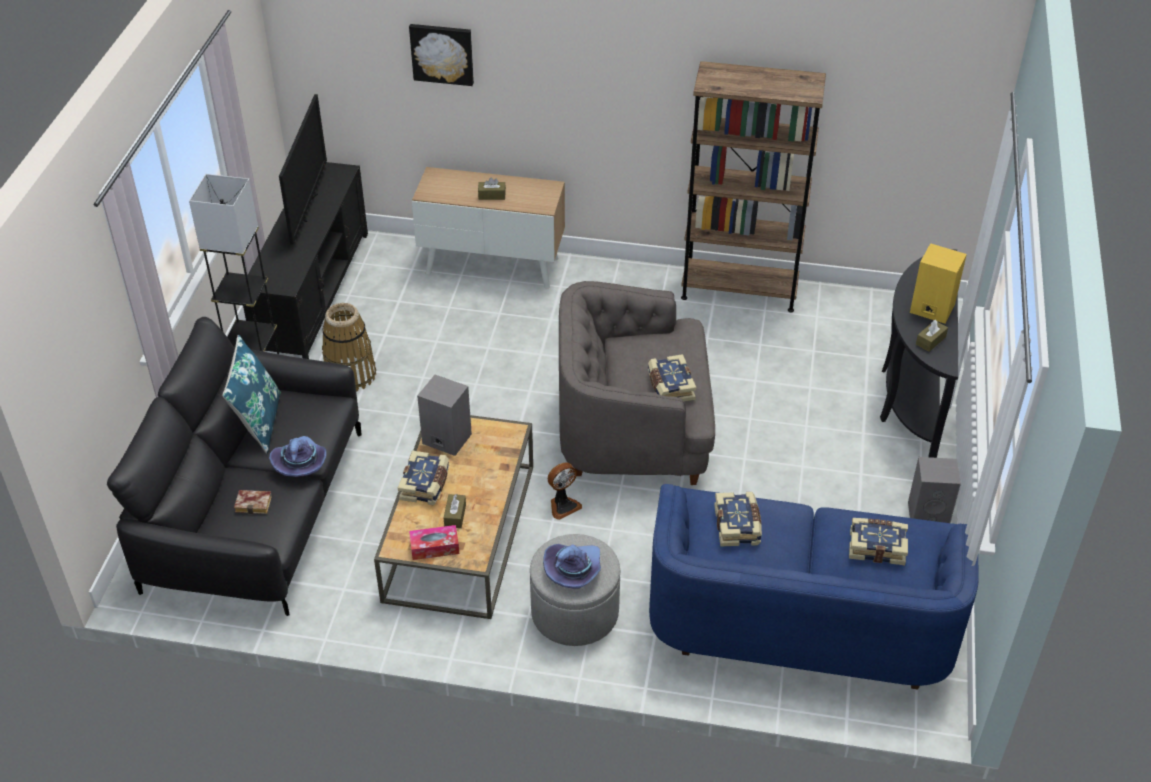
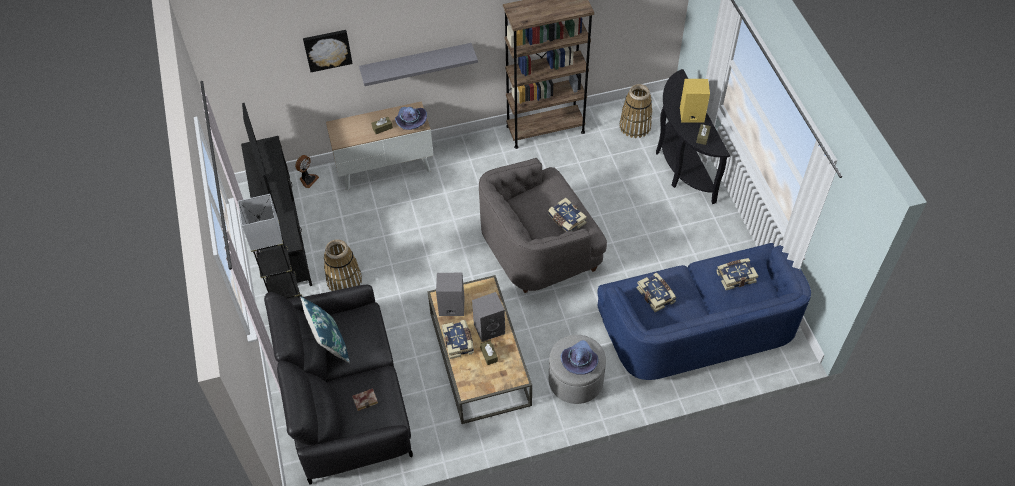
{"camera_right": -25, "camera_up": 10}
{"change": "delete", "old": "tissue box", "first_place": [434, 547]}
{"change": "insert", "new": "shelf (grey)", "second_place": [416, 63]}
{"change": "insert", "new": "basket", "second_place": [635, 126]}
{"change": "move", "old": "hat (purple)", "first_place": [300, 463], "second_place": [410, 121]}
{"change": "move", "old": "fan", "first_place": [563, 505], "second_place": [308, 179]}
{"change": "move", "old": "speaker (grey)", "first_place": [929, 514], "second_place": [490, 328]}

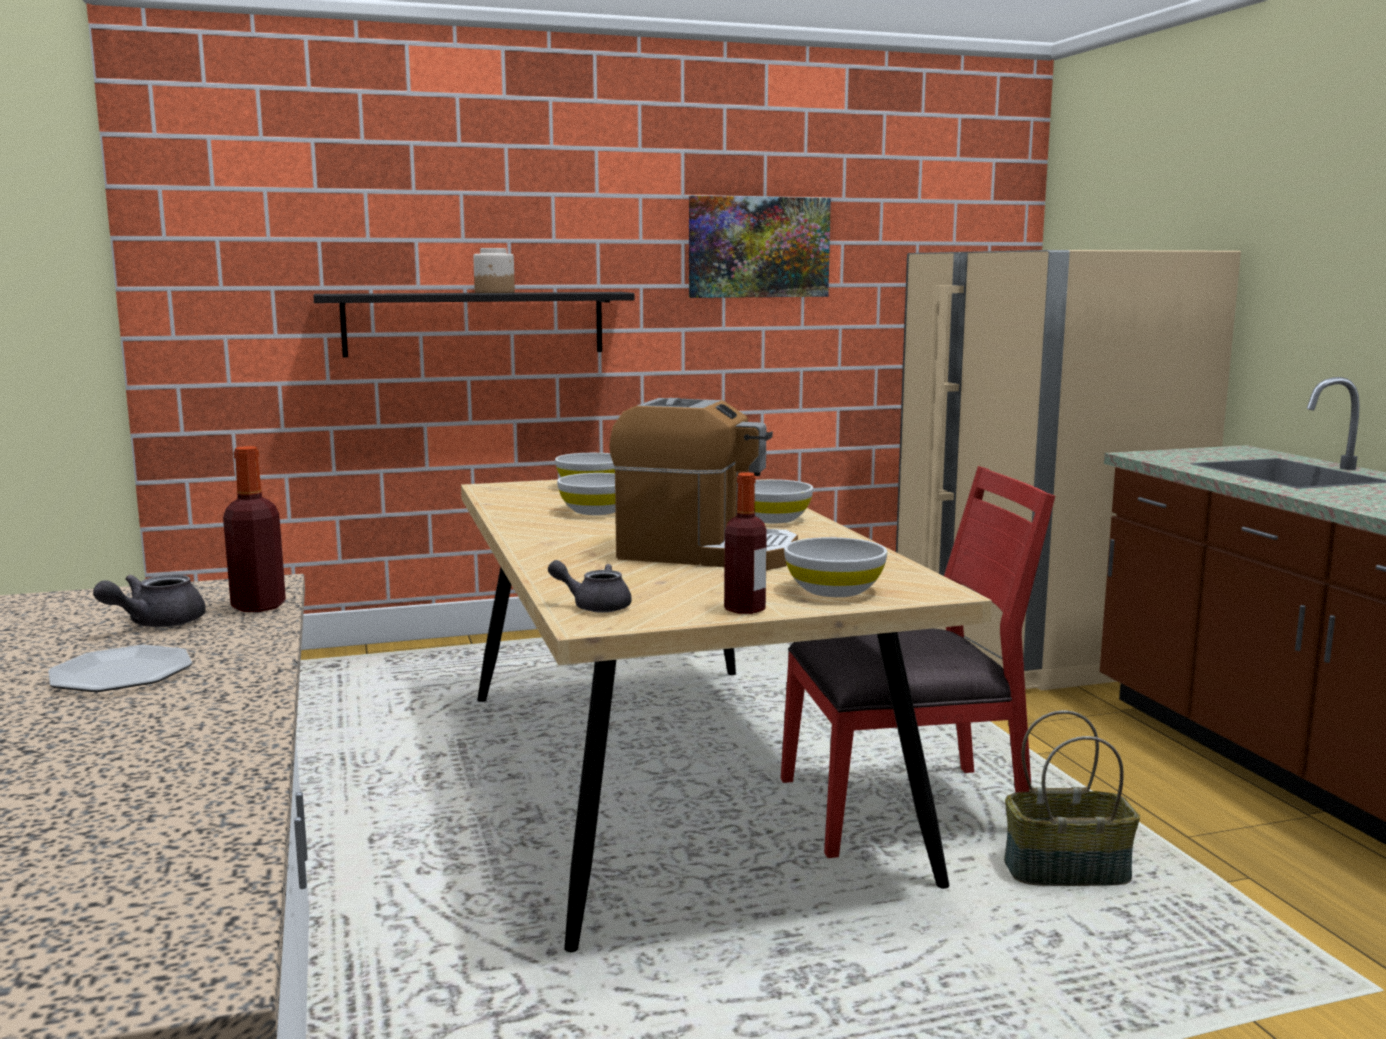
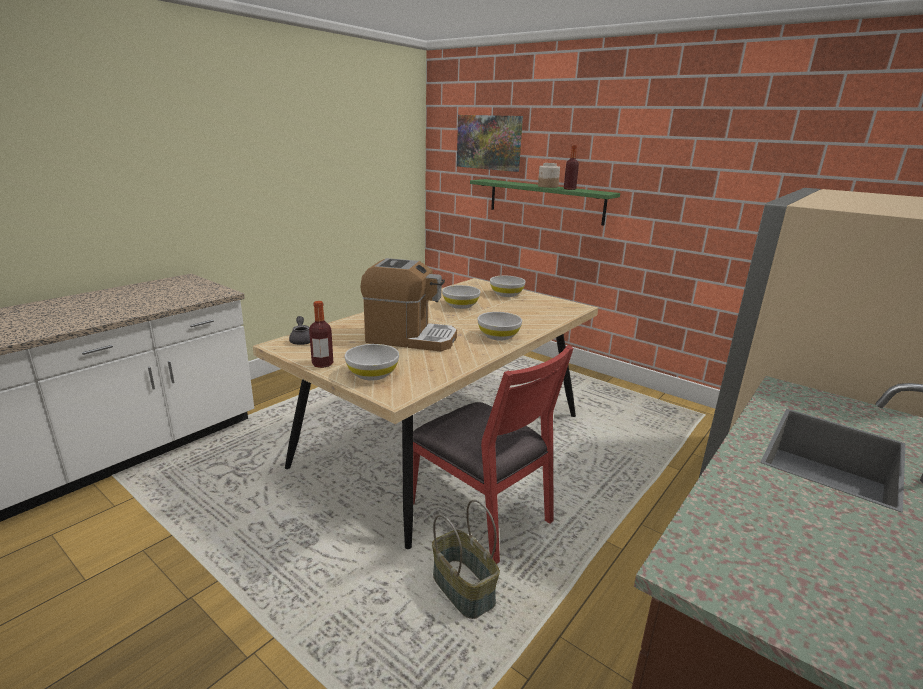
{"camera_right": 55, "camera_up": 10}
{"change": "delete", "old": "plate", "first_place": [123, 674]}
{"change": "delete", "old": "teapot (grey)", "first_place": [156, 623]}
{"change": "move", "old": "bottle", "first_place": [258, 606], "second_place": [569, 189]}
{"change": "move", "old": "picture", "first_place": [758, 247], "second_place": [489, 142]}
{"change": "recolor", "old": "shelf (black)", "new": "shelf (green)", "first_place": [475, 323], "second_place": [545, 201]}
{"change": "rotate", "old": "coffee machine", "first_place": [705, 553], "second_place": [410, 338], "degrees": -60}

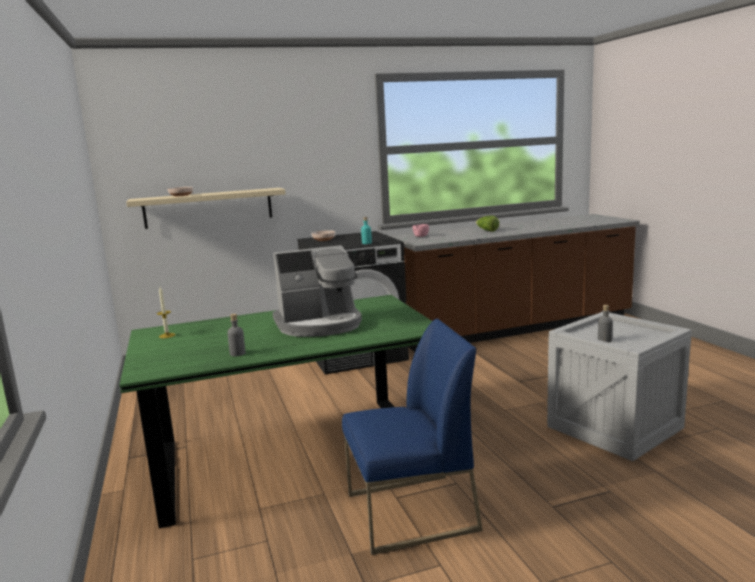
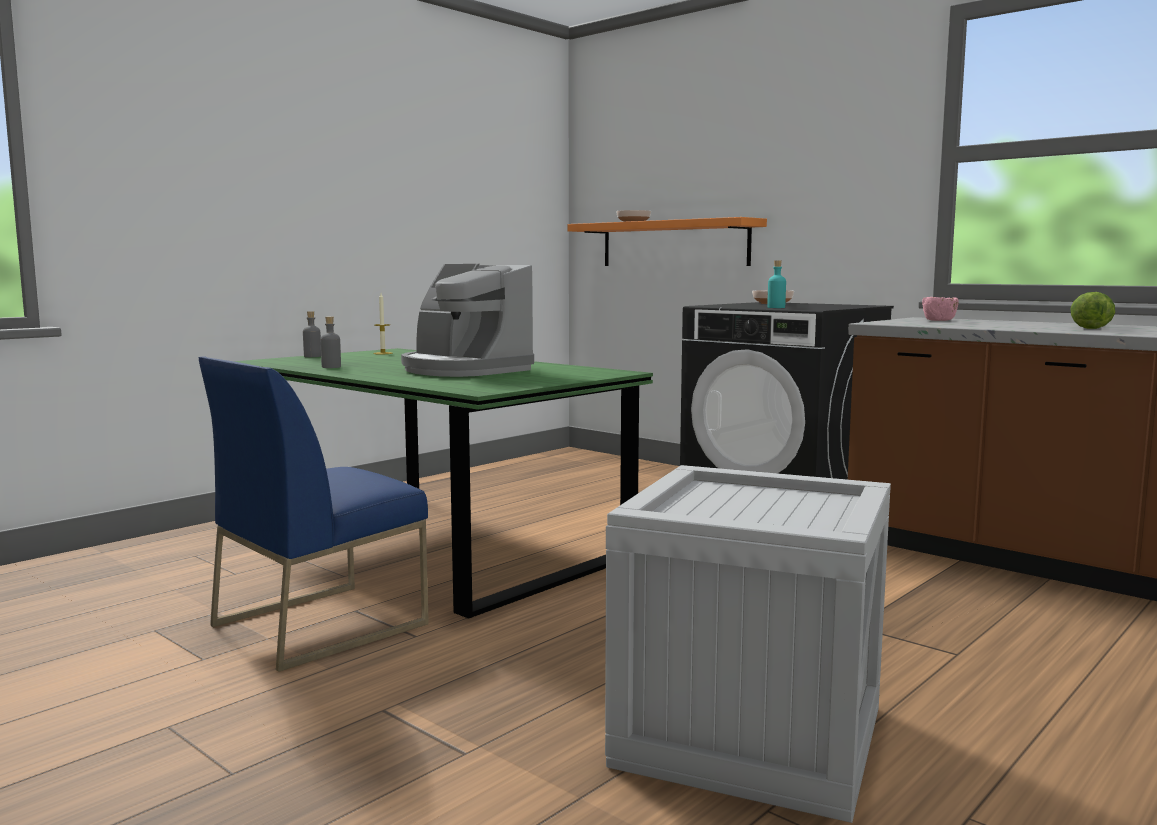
{"camera_right": 60, "camera_up": -5}
{"change": "move", "old": "bottle (grey)", "first_place": [604, 340], "second_place": [312, 356]}
{"change": "recolor", "old": "shelf (beige)", "new": "shelf (orange)", "first_place": [208, 208], "second_place": [674, 244]}
{"change": "rotate", "old": "chair (blue)", "first_place": [410, 512], "second_place": [320, 624], "degrees": 90}

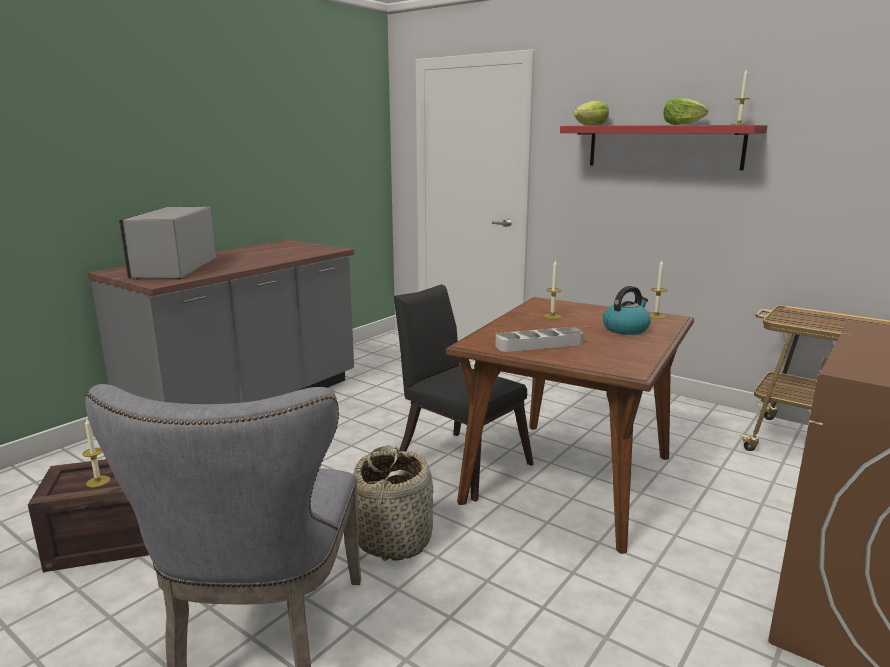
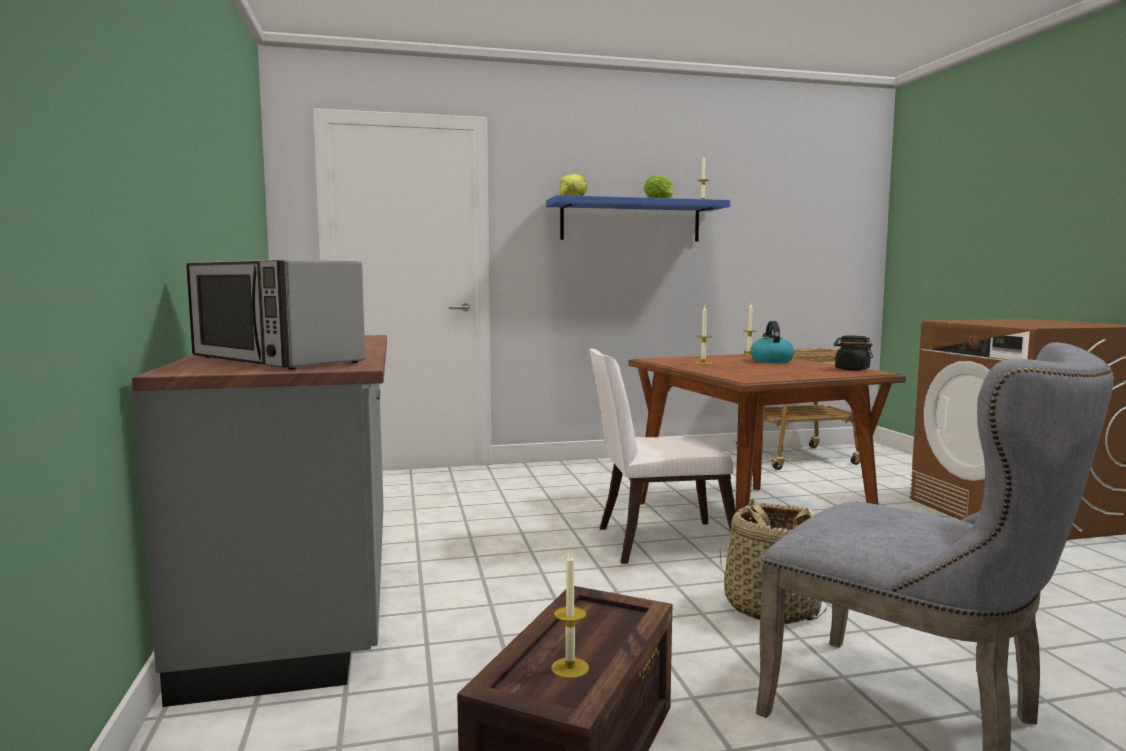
{"camera_right": -50, "camera_up": -10}
{"change": "delete", "old": "tray (grey)", "first_place": [539, 344]}
{"change": "insert", "new": "jar (black)", "second_place": [852, 369]}
{"change": "recolor", "old": "chair (black)", "new": "chair (white)", "first_place": [458, 460], "second_place": [656, 542]}
{"change": "recolor", "old": "shelf (red)", "new": "shelf (blue)", "first_place": [663, 146], "second_place": [630, 221]}

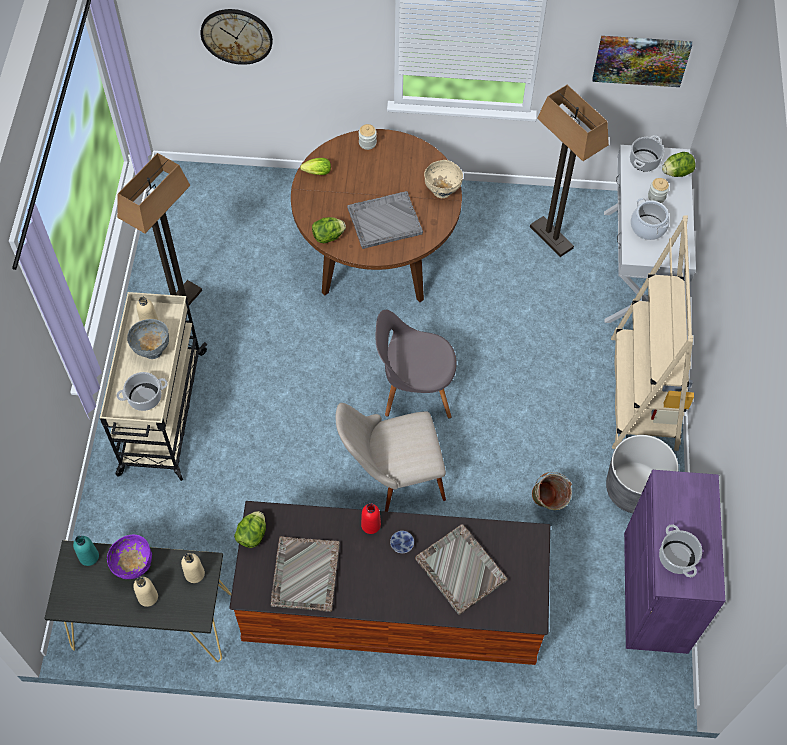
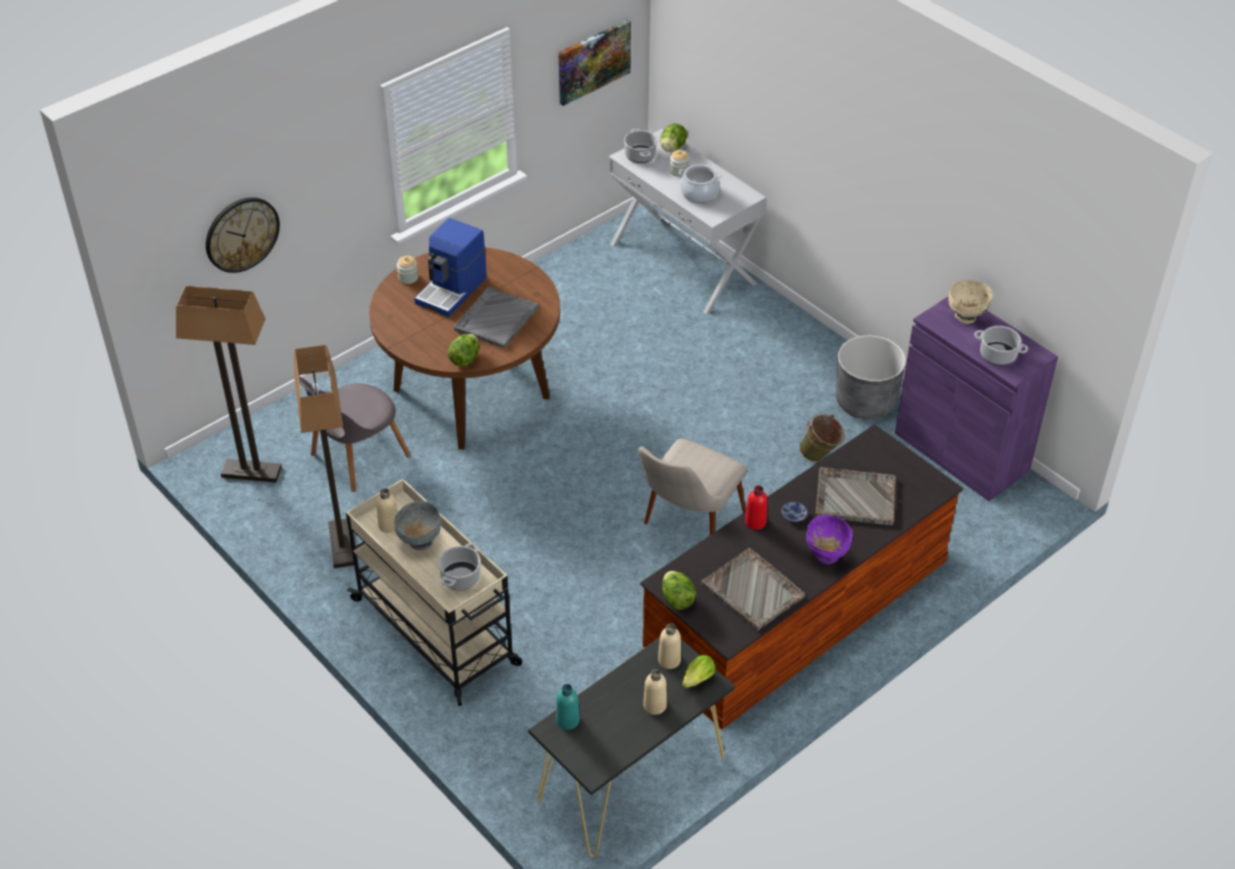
{"camera_right": -45, "camera_up": -15}
{"change": "delete", "old": "bookcase (beige)", "first_place": [643, 393]}
{"change": "insert", "new": "coffee machine", "second_place": [452, 290]}
{"change": "move", "old": "bowl (purple)", "first_place": [134, 566], "second_place": [826, 555]}
{"change": "move", "old": "lettuce", "first_place": [315, 173], "second_place": [696, 681]}
{"change": "move", "old": "chair (grey)", "first_place": [414, 389], "second_place": [356, 457]}
{"change": "move", "old": "bowl (beige)", "first_place": [442, 191], "second_place": [966, 317]}
{"change": "move", "old": "floor lamp", "first_place": [551, 237], "second_place": [252, 472]}

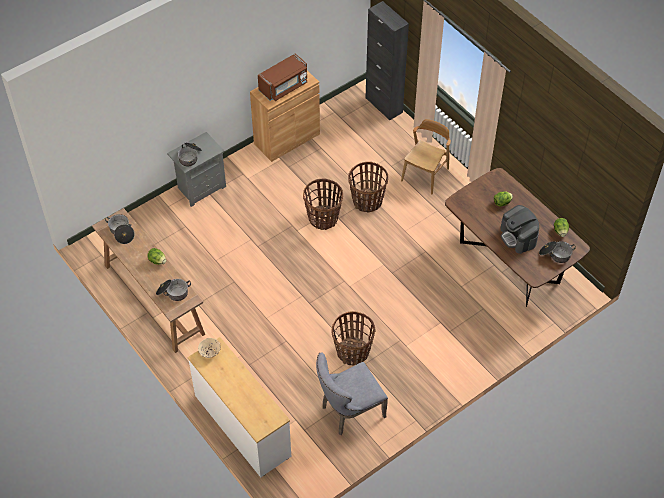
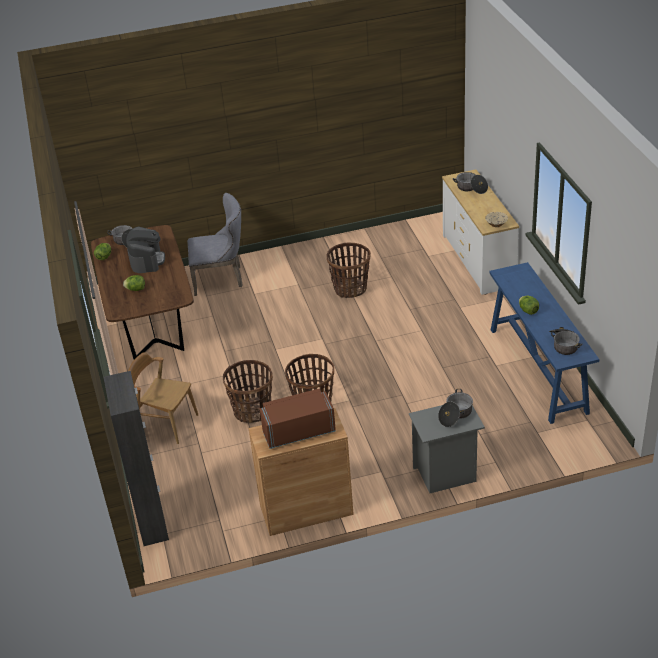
{"camera_right": -155, "camera_up": -15}
{"change": "move", "old": "cooking pot", "first_place": [173, 293], "second_place": [471, 188]}
{"change": "move", "old": "chair (grey)", "first_place": [349, 412], "second_place": [221, 279]}
{"change": "recolor", "old": "console table (brown)", "new": "console table (blue)", "first_place": [153, 299], "second_place": [538, 370]}
{"change": "rotate", "old": "chair (brown)", "first_place": [425, 175], "second_place": [167, 424], "degrees": 60}

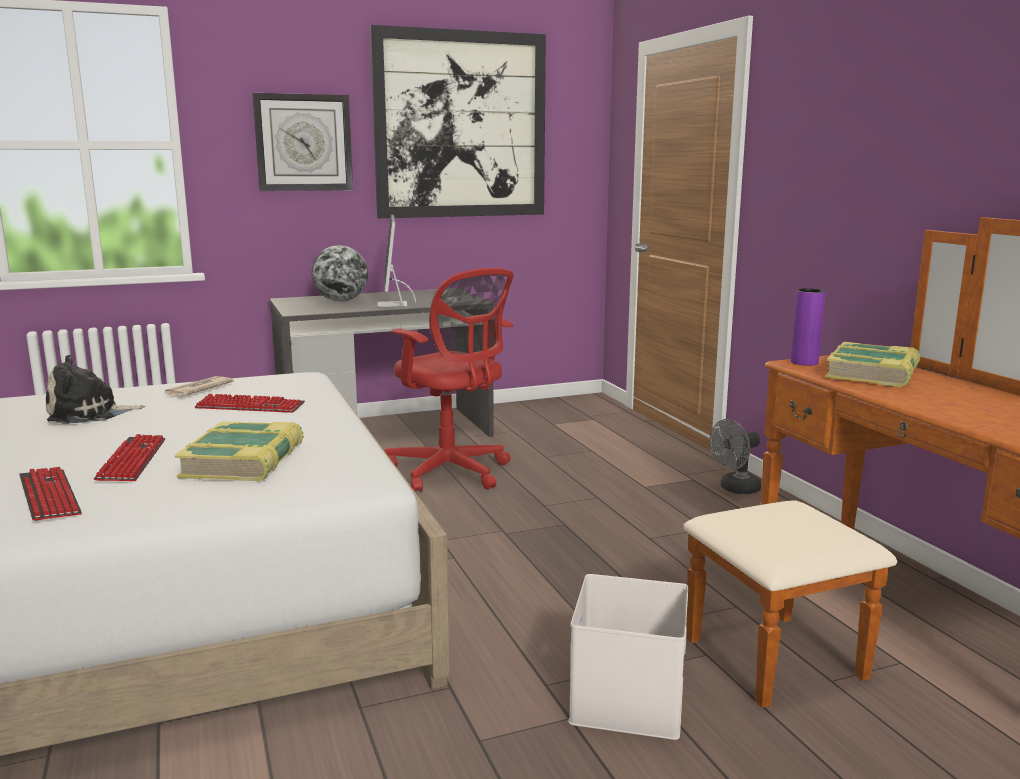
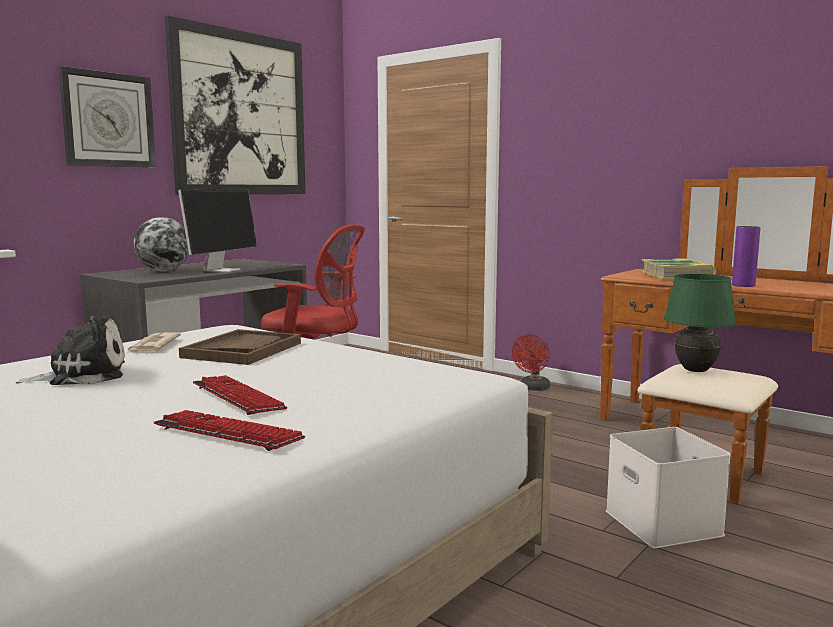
{"camera_right": -30, "camera_up": -5}
{"change": "delete", "old": "book", "first_place": [244, 462]}
{"change": "insert", "new": "table lamp (green)", "second_place": [696, 370]}
{"change": "move", "old": "vase (purple)", "first_place": [804, 362], "second_place": [743, 285]}
{"change": "replace", "old": "keyboard", "new": "tray (brown)", "first_place": [250, 406], "second_place": [242, 350]}
{"change": "recolor", "old": "fan (grey)", "new": "fan (red)", "first_place": [735, 489], "second_place": [533, 388]}
{"change": "rotate", "old": "plush toy", "first_place": [89, 414], "second_place": [82, 375], "degrees": -150}
{"change": "rotate", "old": "monitor", "first_place": [392, 304], "second_place": [222, 270], "degrees": -120}

